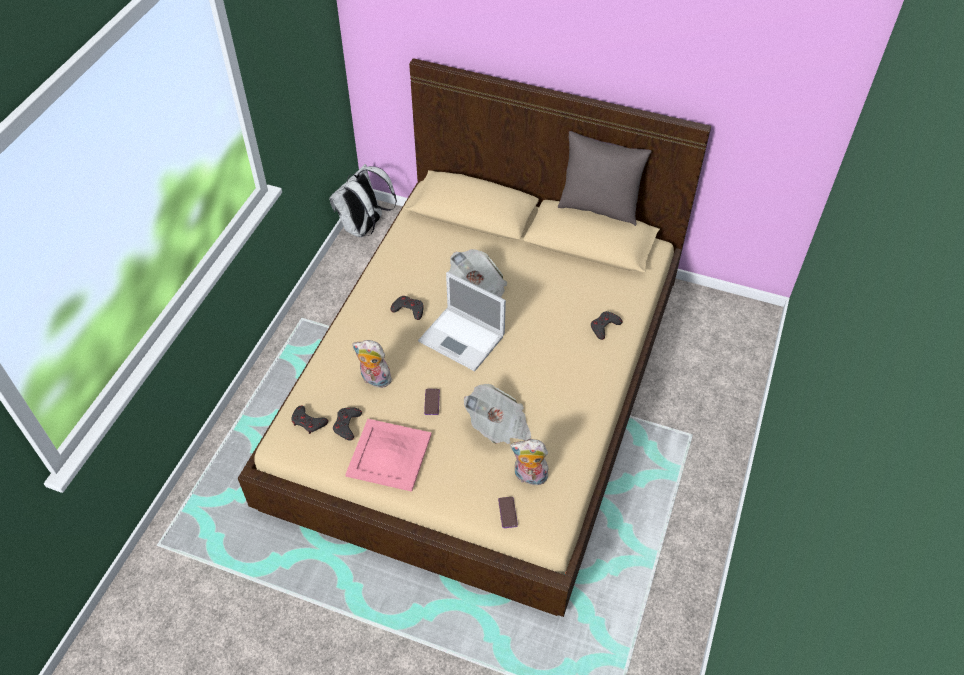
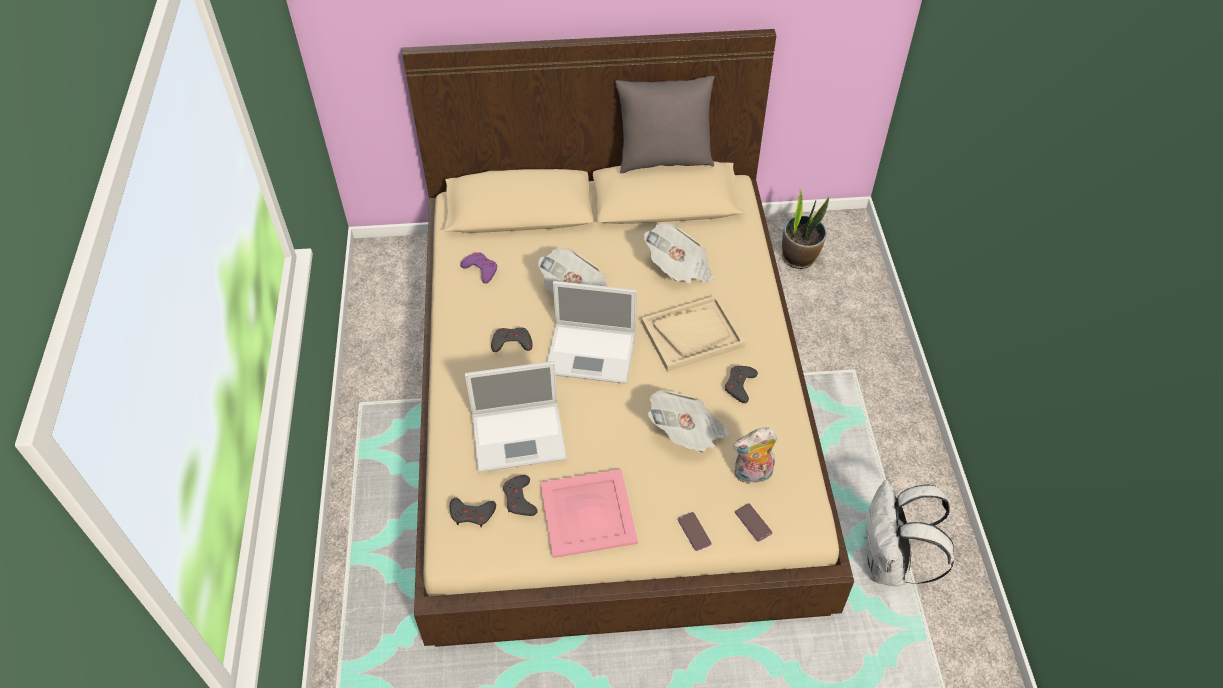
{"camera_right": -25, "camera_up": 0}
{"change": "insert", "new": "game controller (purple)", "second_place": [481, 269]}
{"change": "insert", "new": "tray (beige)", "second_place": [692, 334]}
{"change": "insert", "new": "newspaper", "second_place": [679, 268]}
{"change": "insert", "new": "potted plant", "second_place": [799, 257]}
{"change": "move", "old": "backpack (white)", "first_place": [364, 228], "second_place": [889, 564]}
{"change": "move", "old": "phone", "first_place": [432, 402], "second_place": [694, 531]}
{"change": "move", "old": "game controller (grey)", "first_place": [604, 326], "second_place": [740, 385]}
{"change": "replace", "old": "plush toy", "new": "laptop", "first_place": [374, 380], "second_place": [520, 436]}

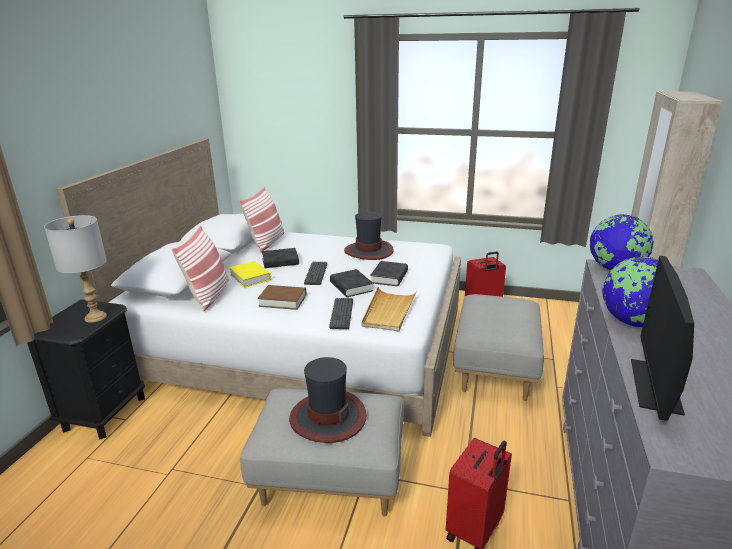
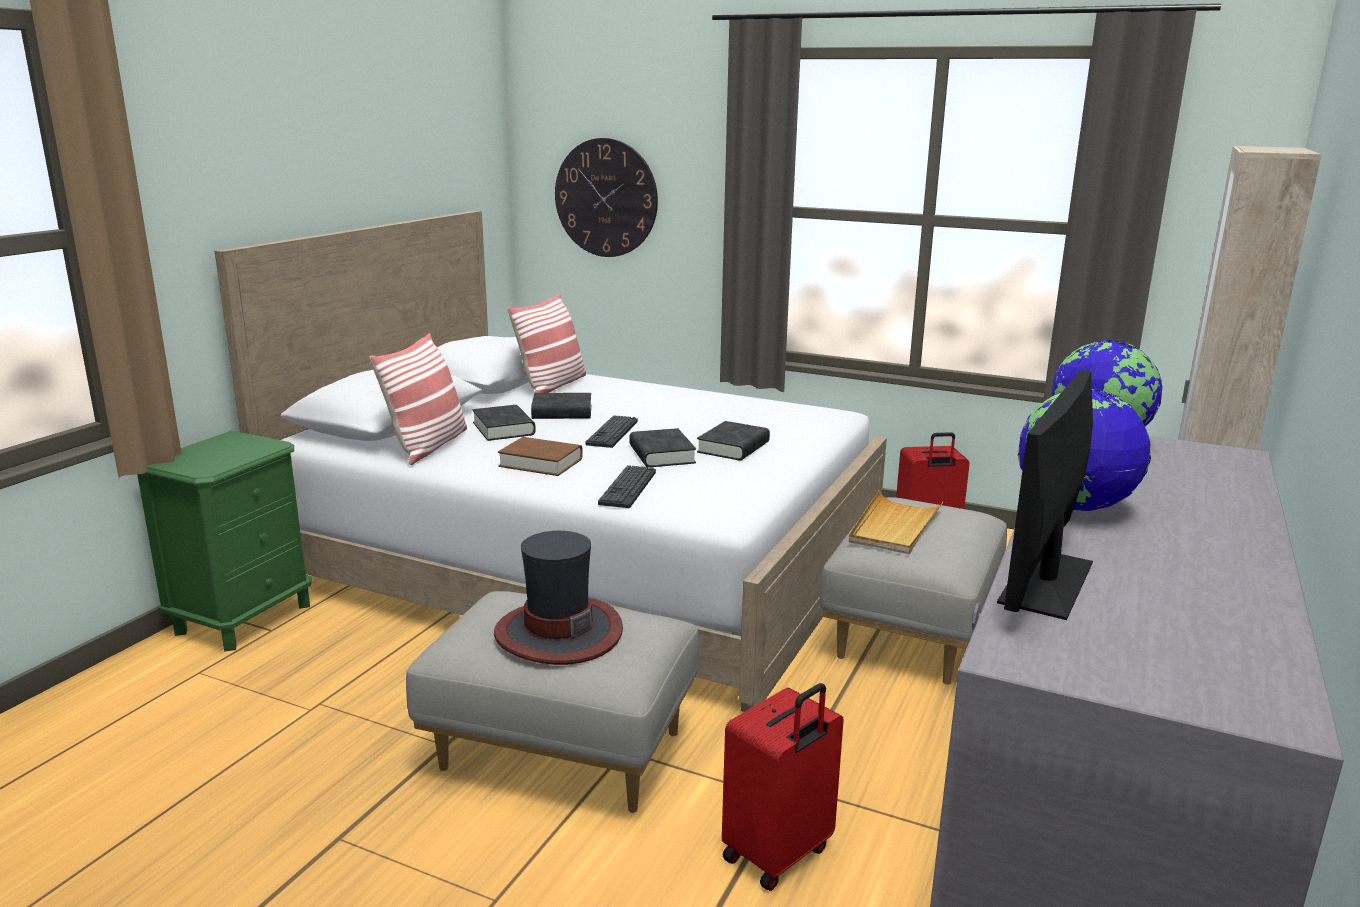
{"camera_right": 10, "camera_up": -5}
{"change": "delete", "old": "table lamp (grey)", "first_place": [95, 317]}
{"change": "delete", "old": "hat", "first_place": [369, 251]}
{"change": "insert", "new": "wall clock", "second_place": [606, 198]}
{"change": "move", "old": "tray (beige)", "first_place": [389, 311], "second_place": [894, 527]}
{"change": "recolor", "old": "nightstand (black)", "new": "nightstand (green)", "first_place": [105, 413], "second_place": [244, 618]}
{"change": "recolor", "old": "book (yellow)", "new": "book (black)", "first_place": [250, 277], "second_place": [503, 429]}

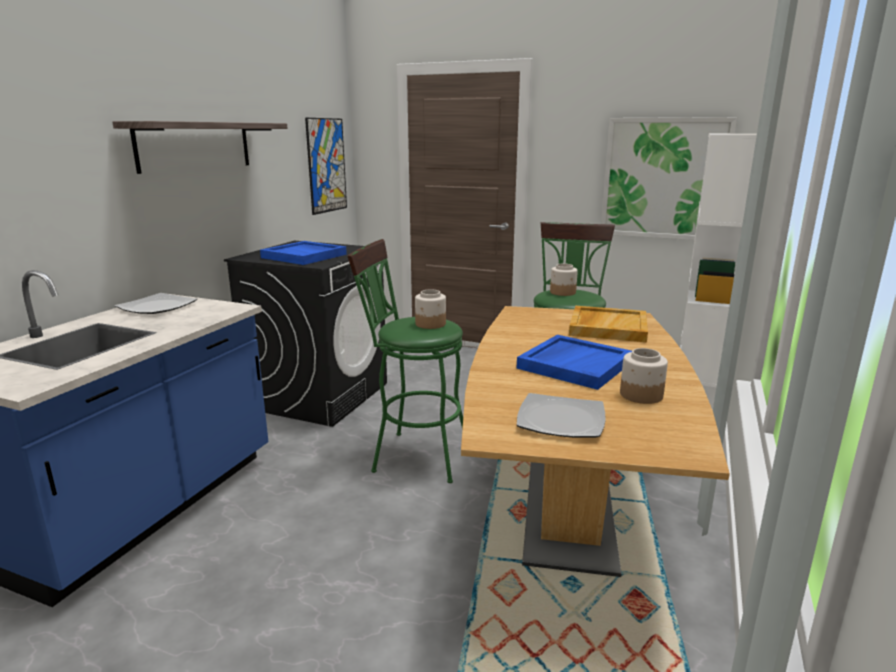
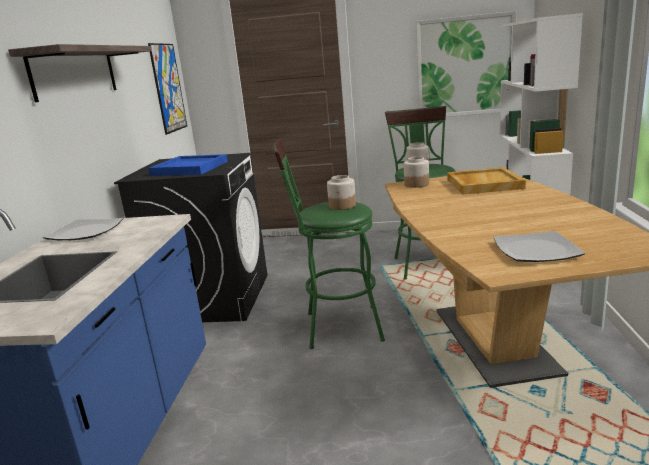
{"camera_right": -15, "camera_up": 0}
{"change": "delete", "old": "tray (blue)", "first_place": [574, 364]}
{"change": "move", "old": "jar", "first_place": [640, 395], "second_place": [416, 184]}

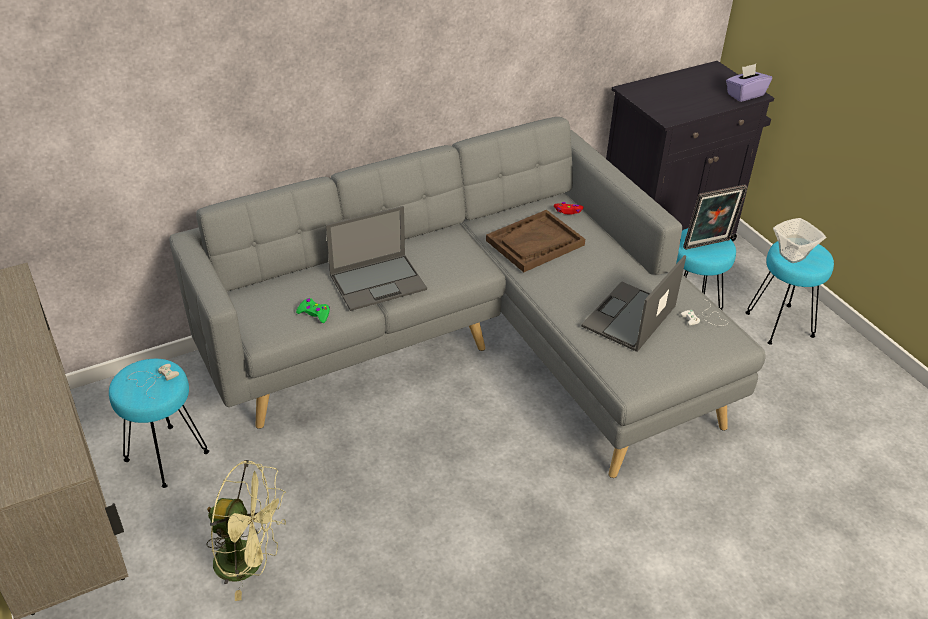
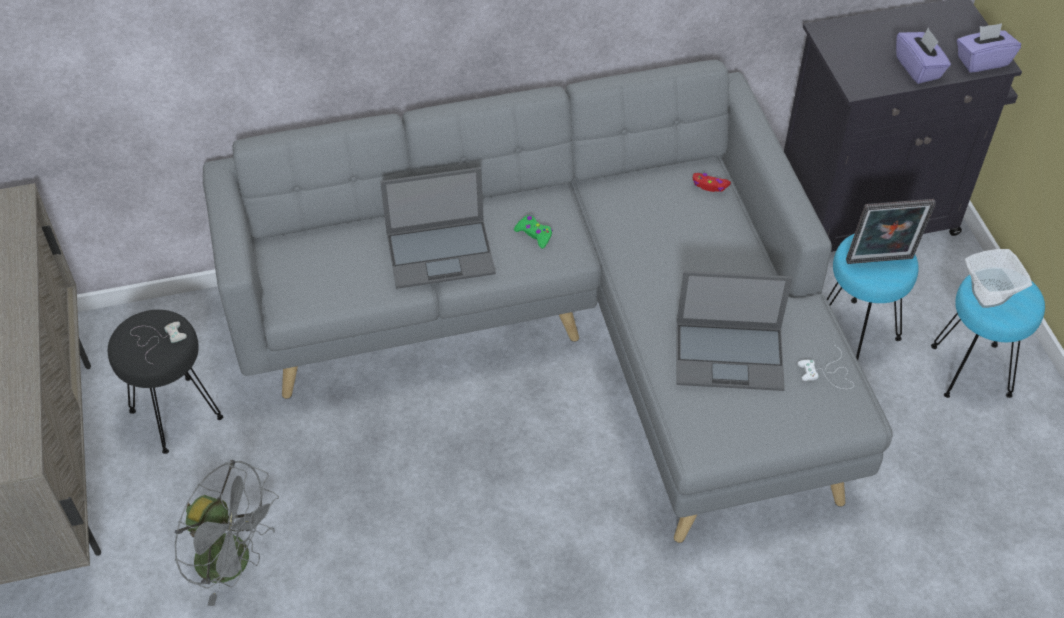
{"camera_right": 15, "camera_up": 10}
{"change": "delete", "old": "tray (brown)", "first_place": [535, 243]}
{"change": "insert", "new": "tissue box (purple)", "second_place": [918, 68]}
{"change": "move", "old": "game controller (green)", "first_place": [314, 313], "second_place": [534, 234]}
{"change": "recolor", "old": "stool (turquoise)", "new": "stool (black)", "first_place": [166, 455], "second_place": [176, 413]}
{"change": "recolor", "old": "fan (green)", "new": "fan (grey)", "first_place": [250, 562], "second_place": [234, 562]}
{"change": "rotate", "old": "laptop", "first_place": [629, 317], "second_place": [730, 355], "degrees": -135}

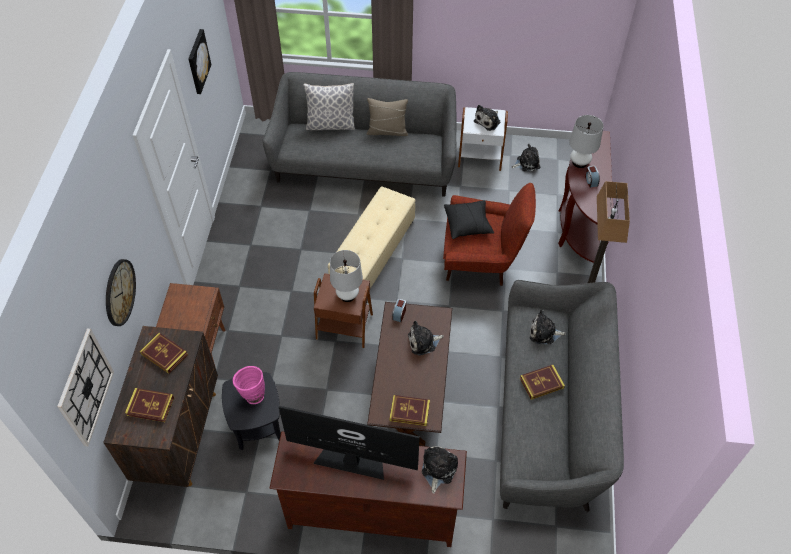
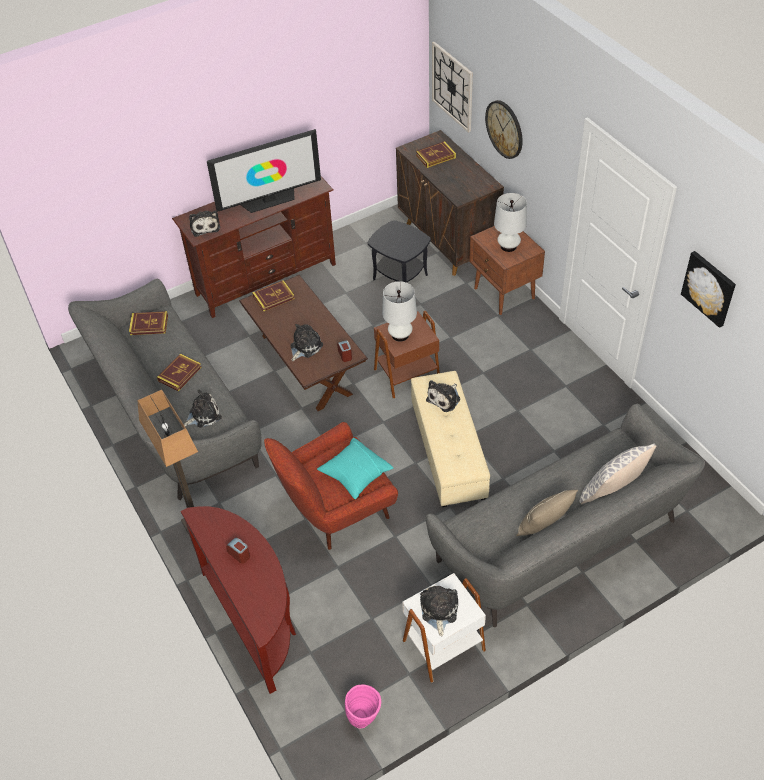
{"camera_right": 145, "camera_up": -5}
{"change": "move", "old": "book", "first_place": [164, 354], "second_place": [149, 325]}
{"change": "move", "old": "vase (pink)", "first_place": [252, 394], "second_place": [365, 718]}
{"change": "move", "old": "plush toy", "first_place": [526, 163], "second_place": [445, 398]}
{"change": "move", "old": "table lamp (white)", "first_place": [579, 162], "second_place": [508, 246]}
{"change": "recolor", "old": "pillow (black)", "new": "pillow (turquoise)", "first_place": [468, 224], "second_place": [355, 474]}

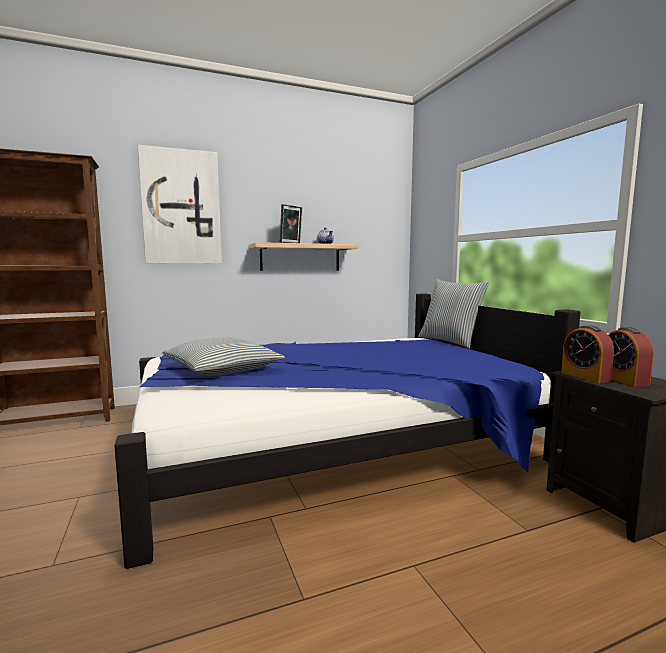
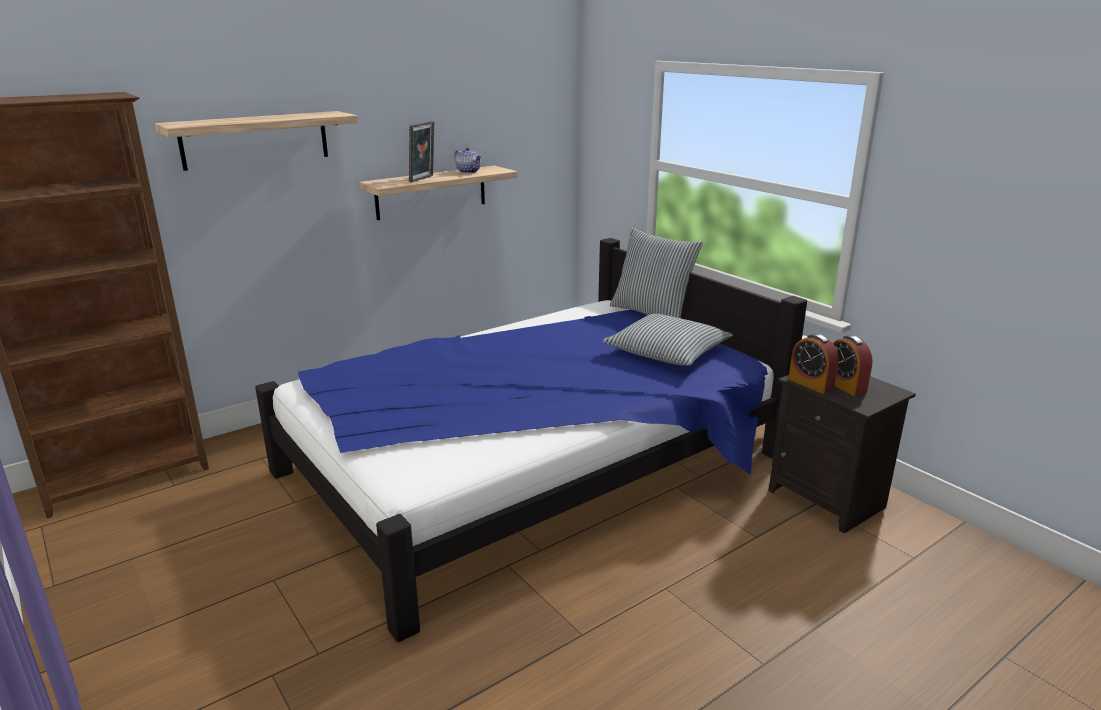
{"camera_right": -15, "camera_up": 15}
{"change": "move", "old": "pillow", "first_place": [222, 369], "second_place": [666, 352]}
{"change": "replace", "old": "picture", "new": "shelf", "first_place": [181, 208], "second_place": [255, 140]}

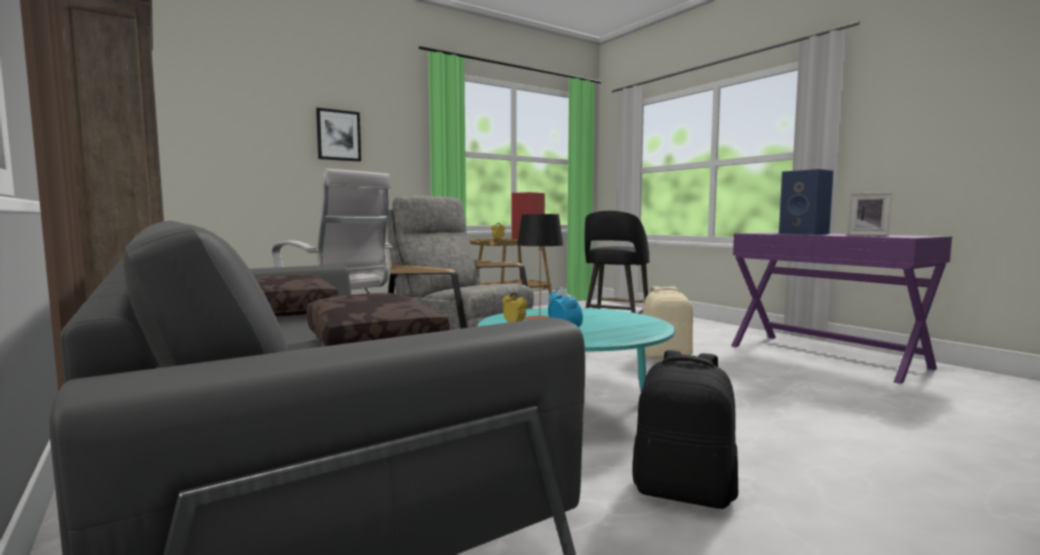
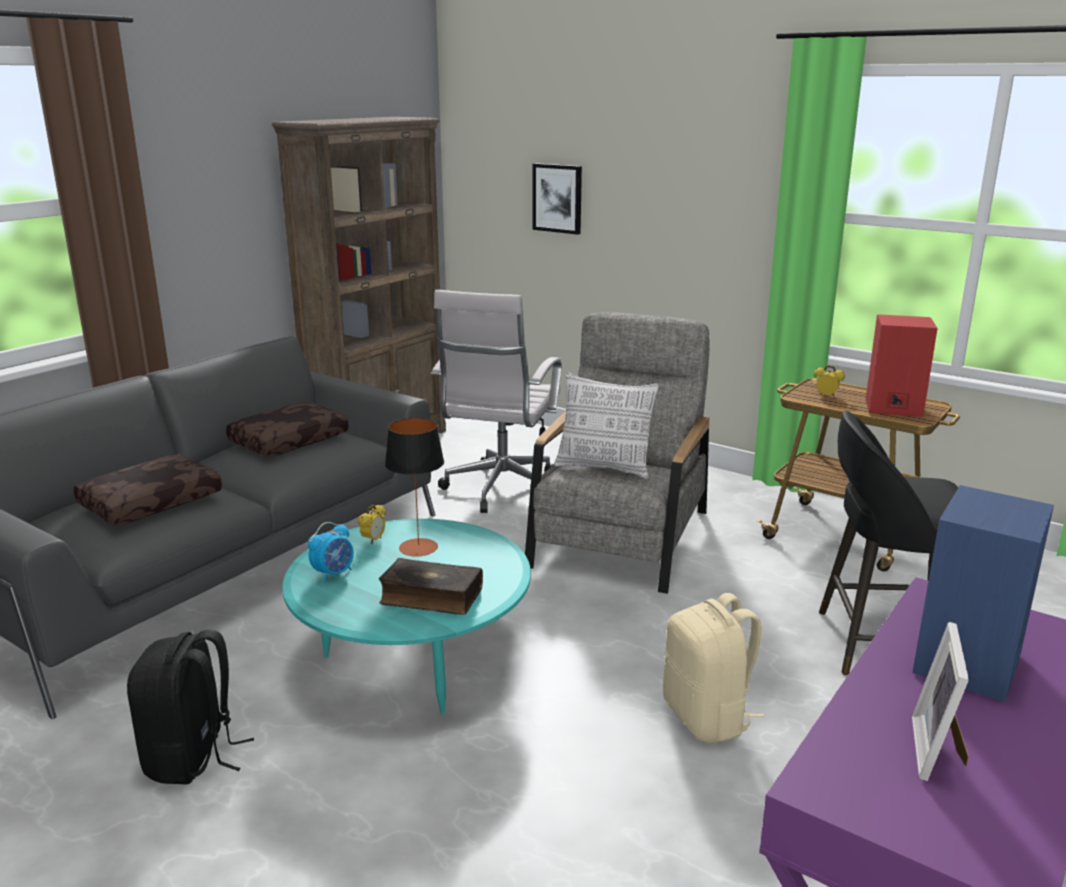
{"camera_right": 70, "camera_up": 15}
{"change": "insert", "new": "book", "second_place": [431, 597]}
{"change": "insert", "new": "pillow", "second_place": [604, 468]}
{"change": "move", "old": "picture", "first_place": [338, 135], "second_place": [557, 198]}

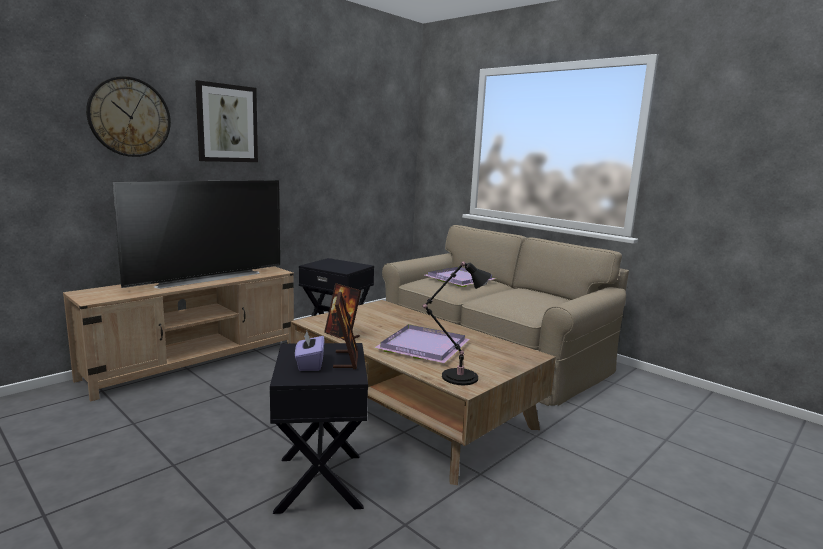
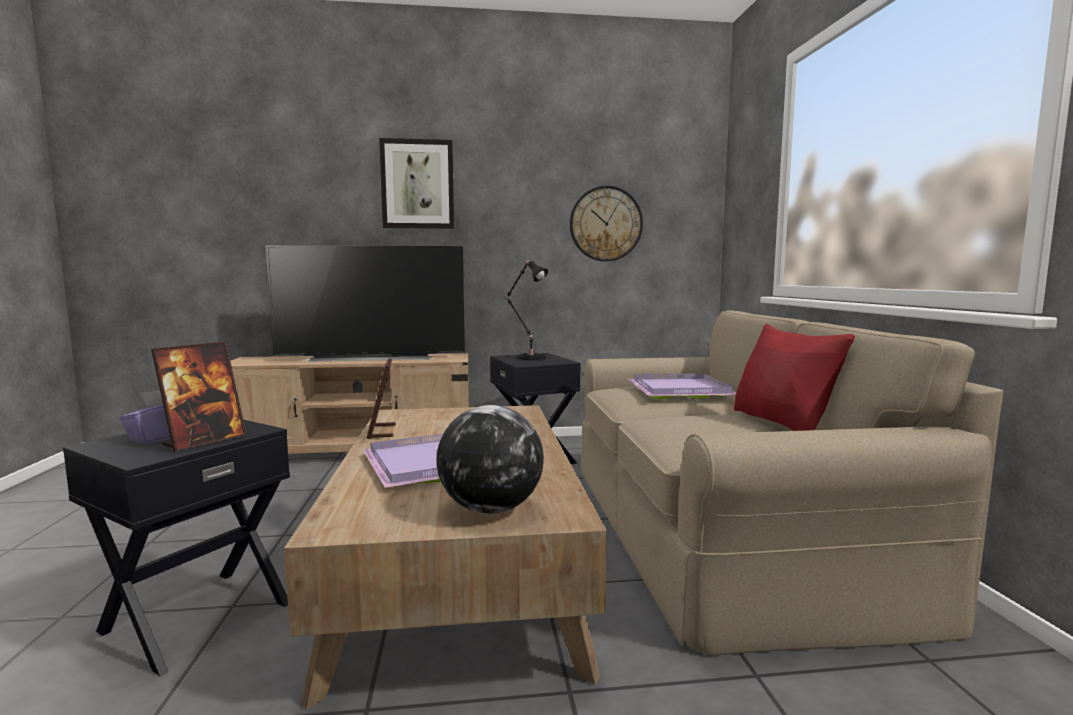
{"camera_right": 40, "camera_up": -5}
{"change": "insert", "new": "globe", "second_place": [490, 509]}
{"change": "insert", "new": "pillow (red)", "second_place": [782, 423]}
{"change": "move", "old": "wall clock", "first_place": [129, 117], "second_place": [605, 224]}
{"change": "move", "old": "table lamp (black)", "first_place": [456, 377], "second_place": [529, 357]}

